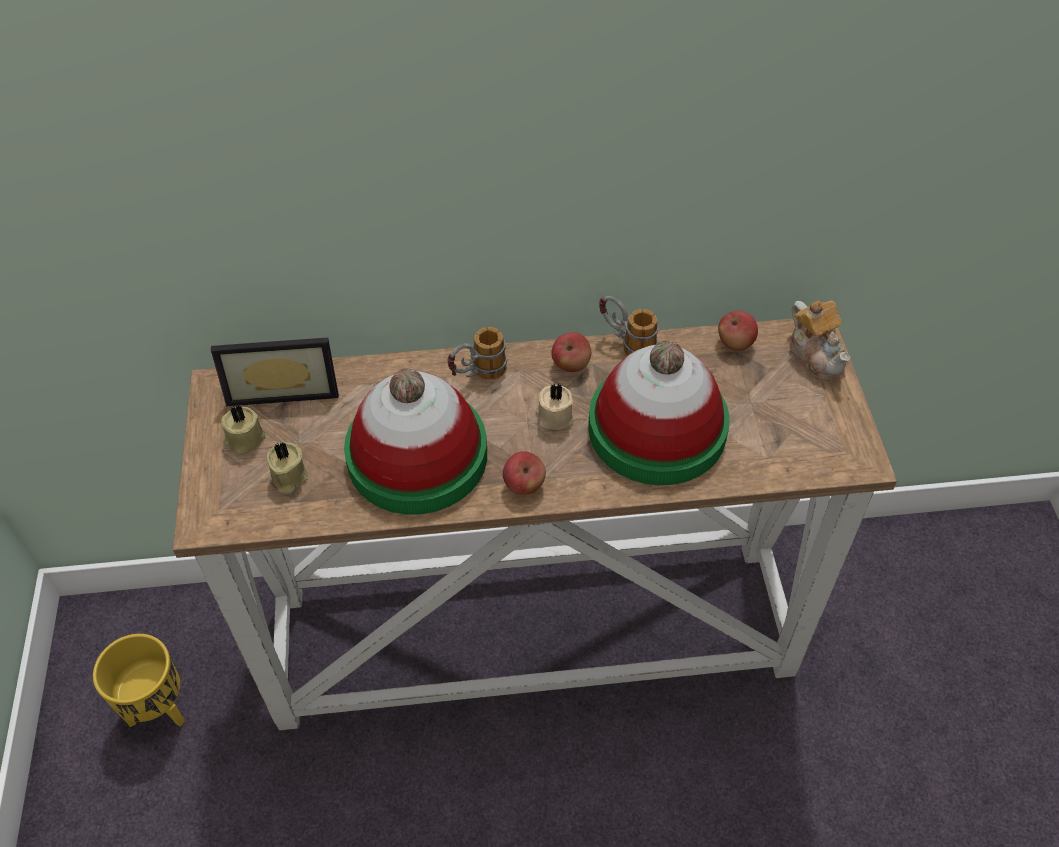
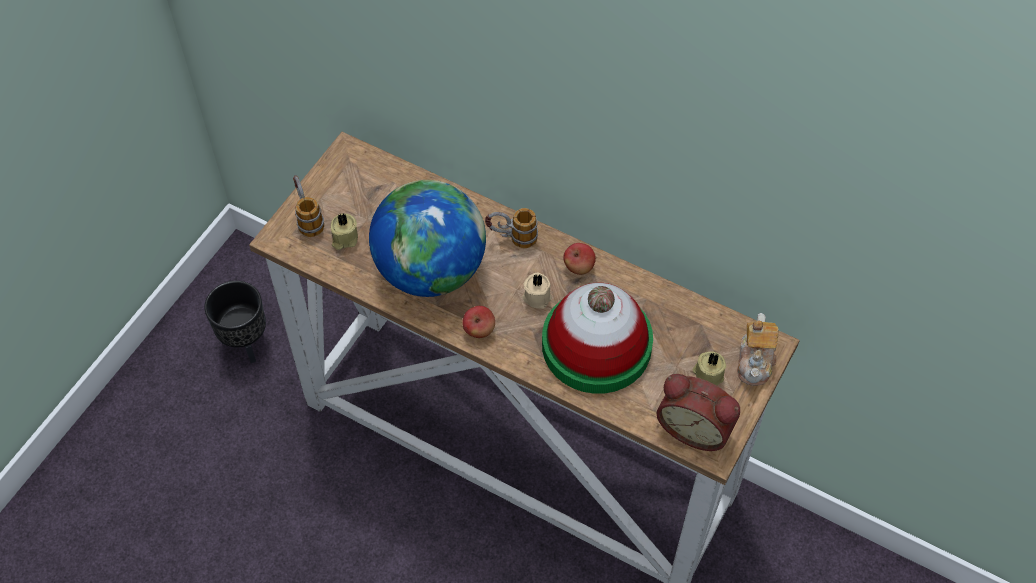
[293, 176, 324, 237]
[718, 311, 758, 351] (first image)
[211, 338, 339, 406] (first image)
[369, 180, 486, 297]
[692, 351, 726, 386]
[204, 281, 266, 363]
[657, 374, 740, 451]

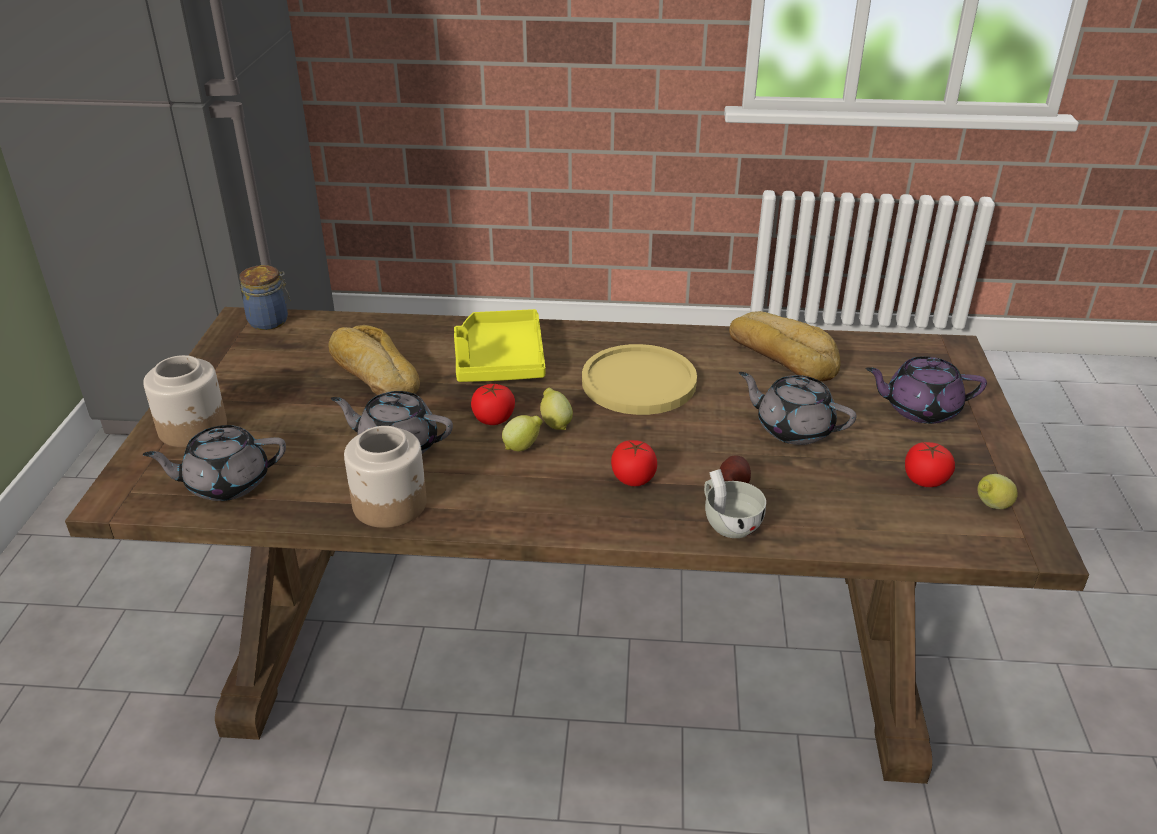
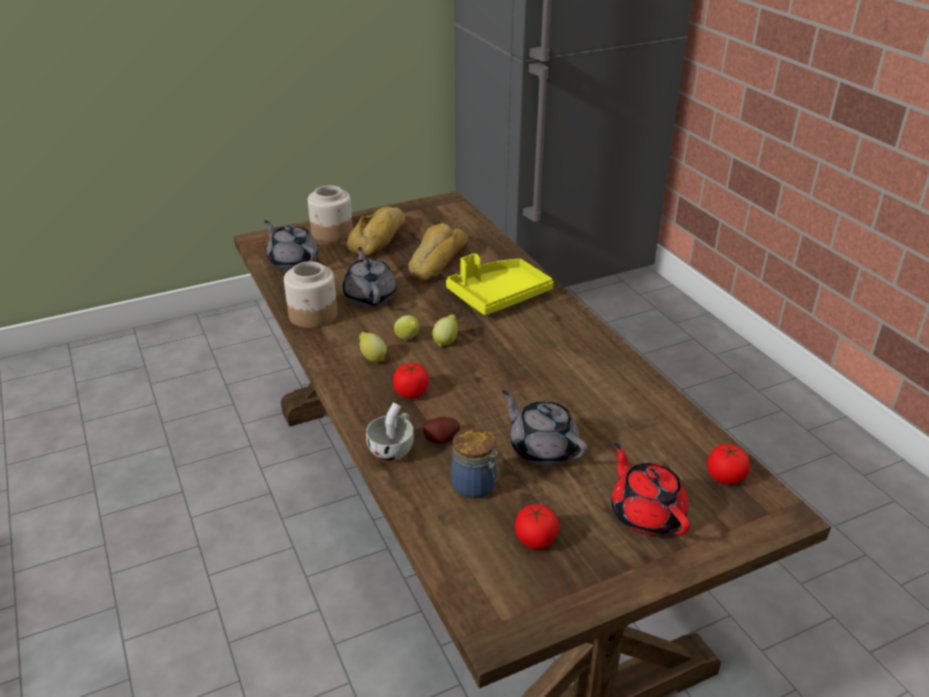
[451, 427, 499, 499]
[347, 207, 405, 257]
[582, 344, 697, 415] (first image)
[611, 443, 690, 535]
[502, 390, 588, 465]
[707, 444, 750, 485]
[359, 332, 387, 362]

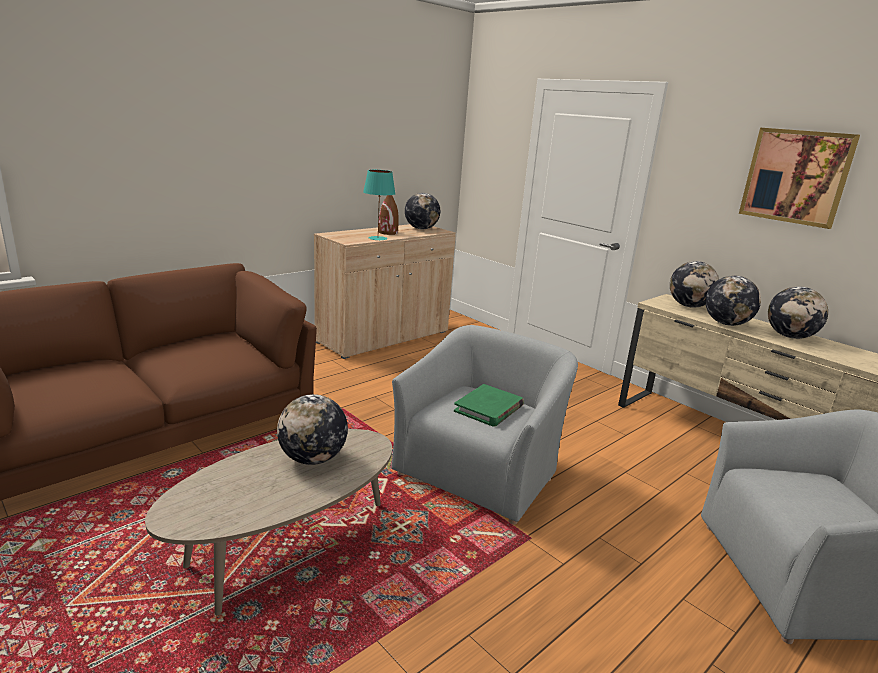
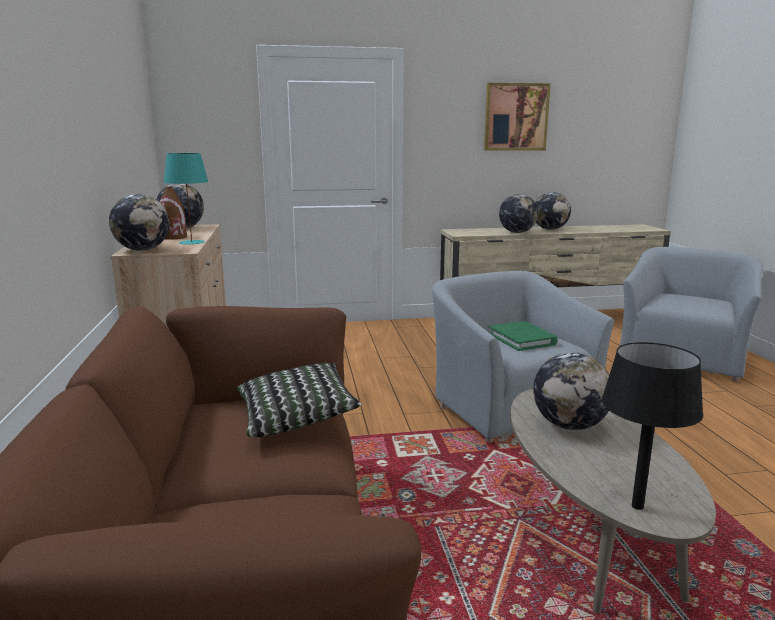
[109, 194, 169, 251]
[602, 342, 704, 510]
[237, 363, 361, 437]

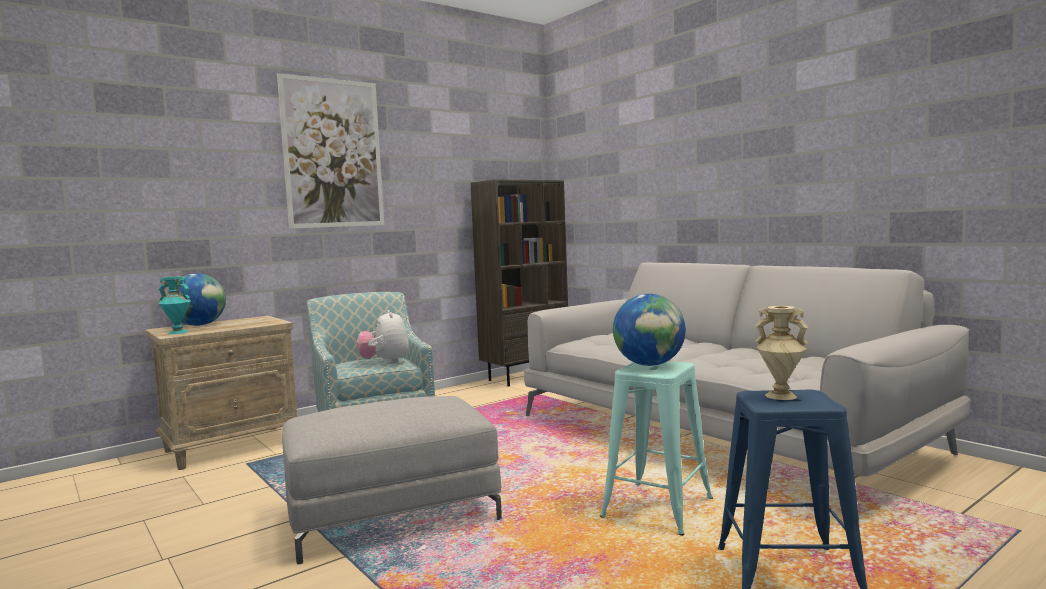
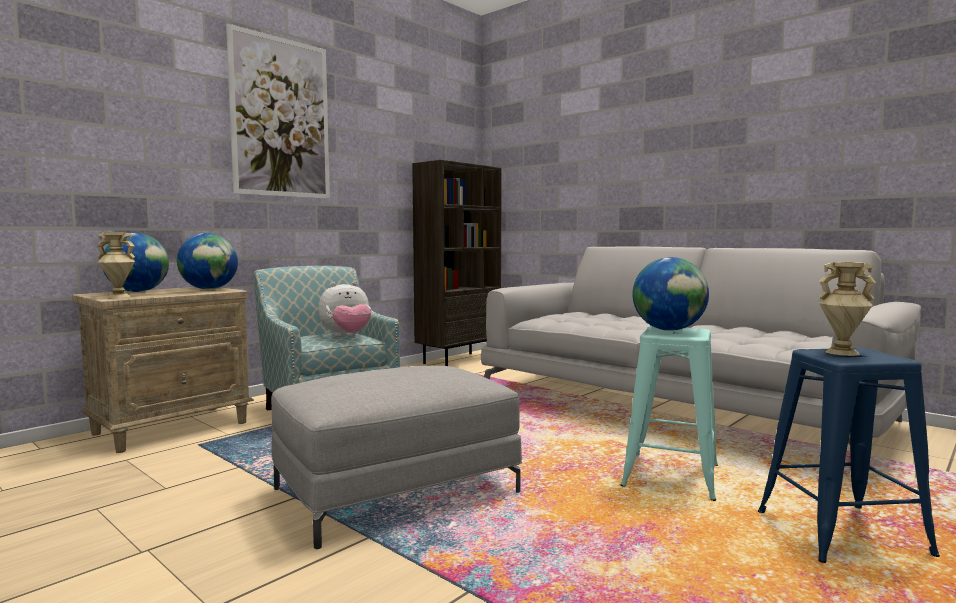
[97, 232, 135, 298]
[318, 282, 371, 337]
[177, 233, 238, 289]

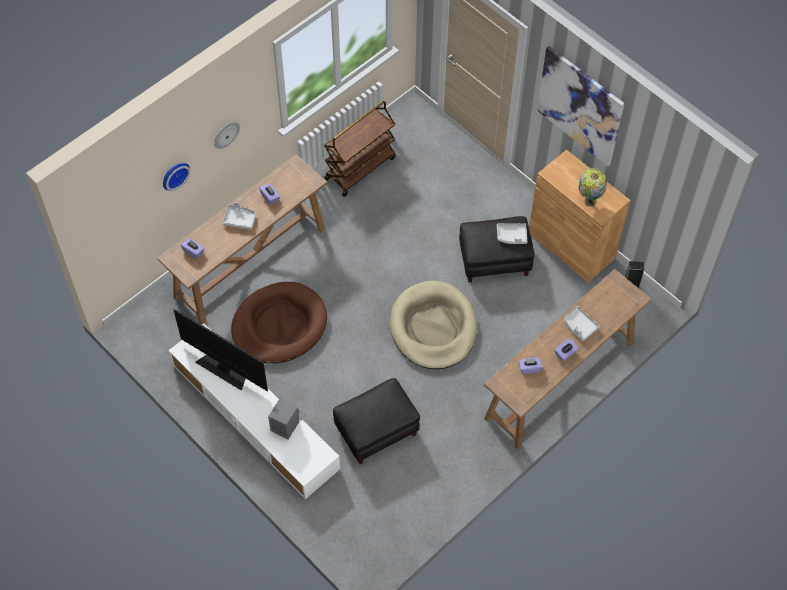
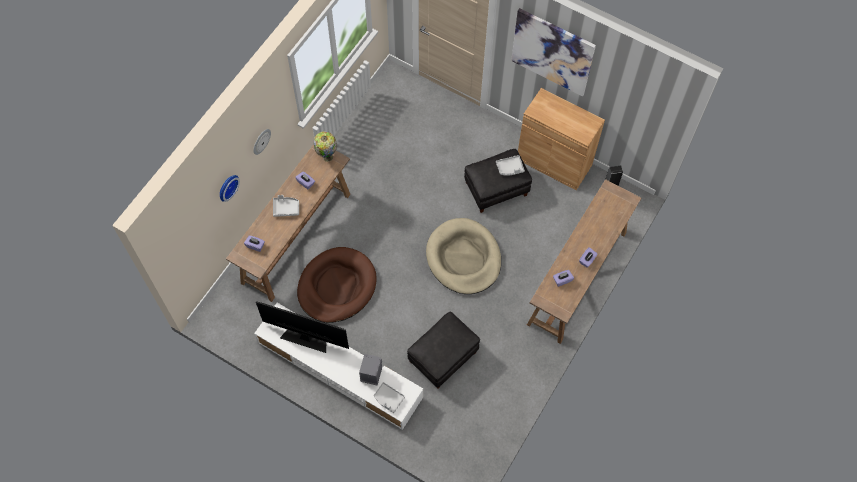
[324, 101, 396, 197] (first image)
[314, 131, 337, 162]
[374, 382, 405, 413]

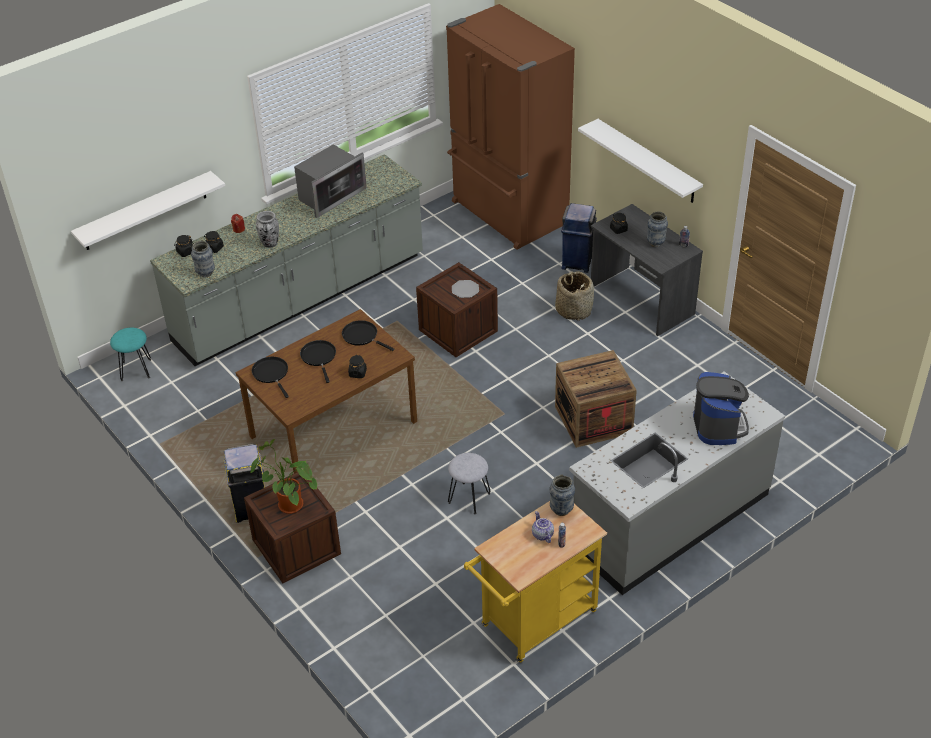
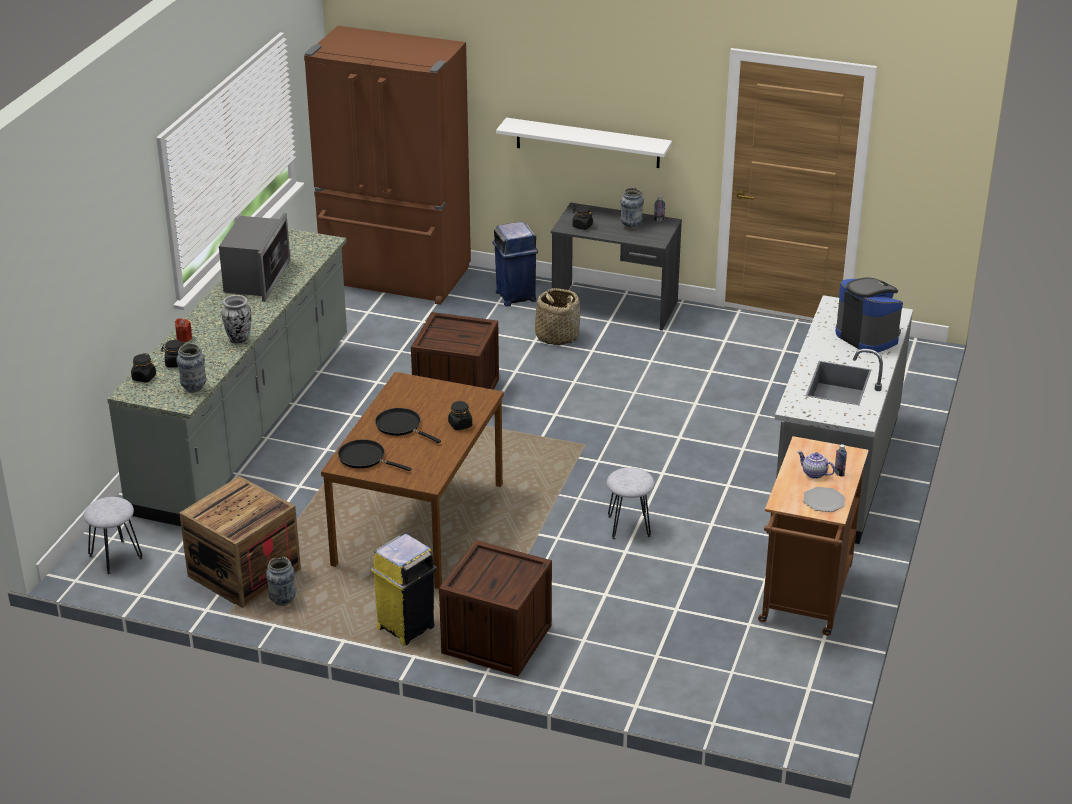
[71, 171, 225, 250] (first image)
[804, 487, 845, 512]
[342, 320, 394, 351] (first image)
[84, 497, 143, 574]
[179, 476, 301, 608]
[250, 439, 317, 514] (first image)
[266, 557, 296, 606]
[758, 436, 869, 636]

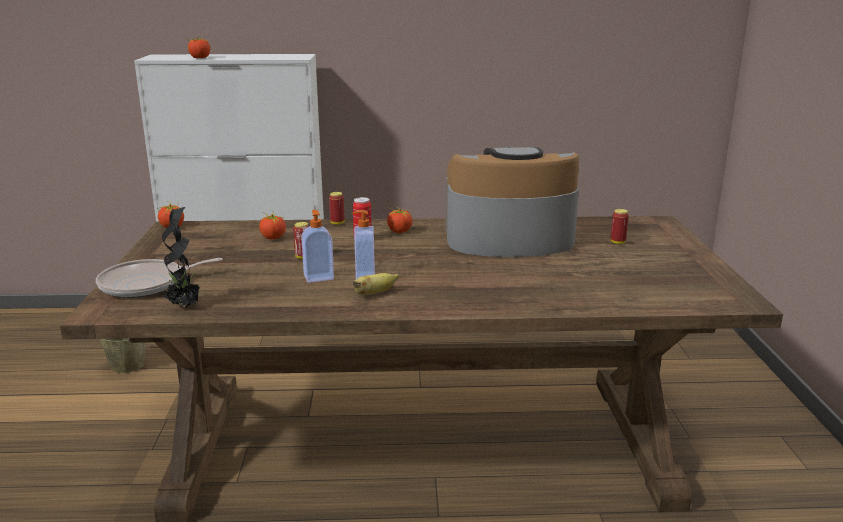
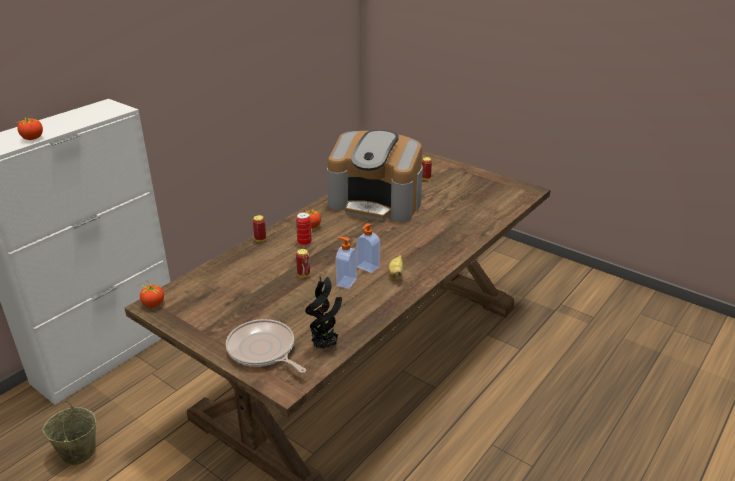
[327, 130, 423, 222]
[259, 212, 286, 239] (first image)
[226, 319, 306, 373]

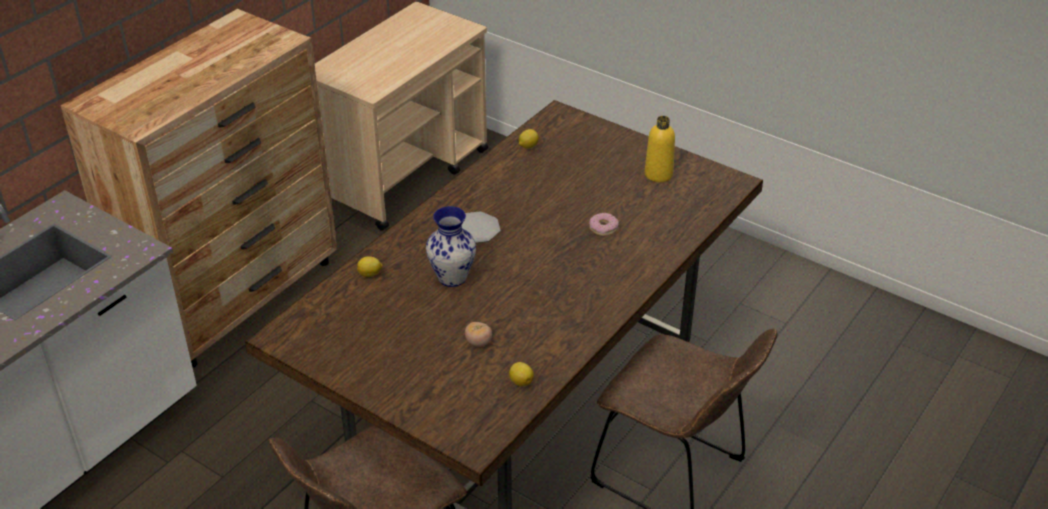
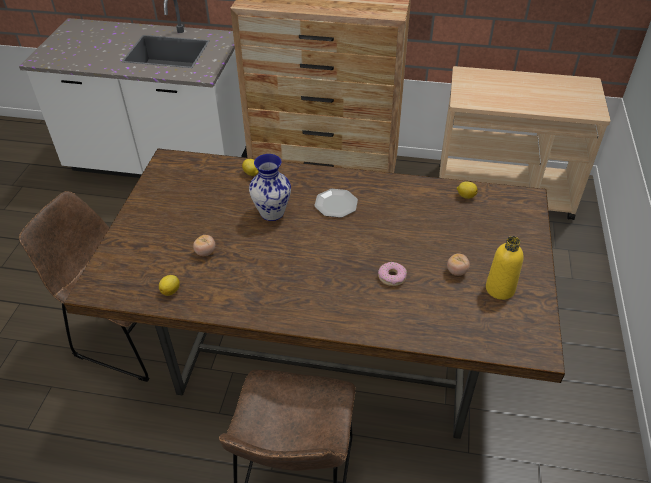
[447, 253, 470, 276]

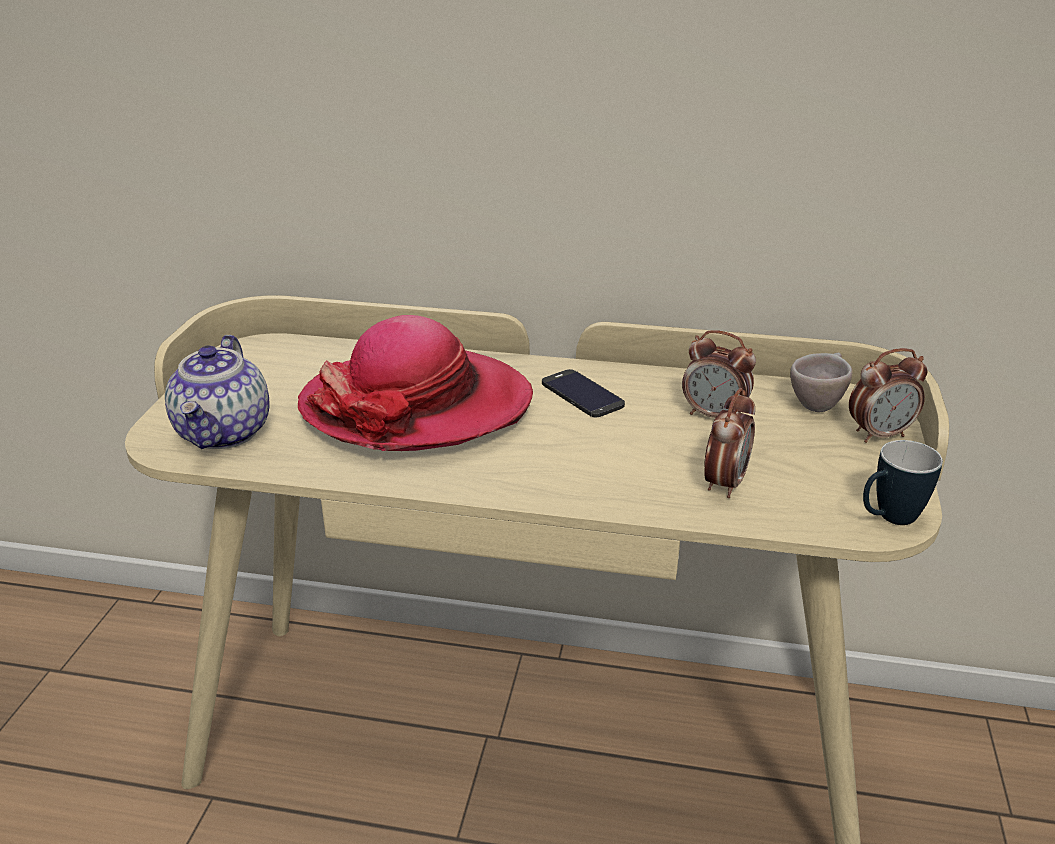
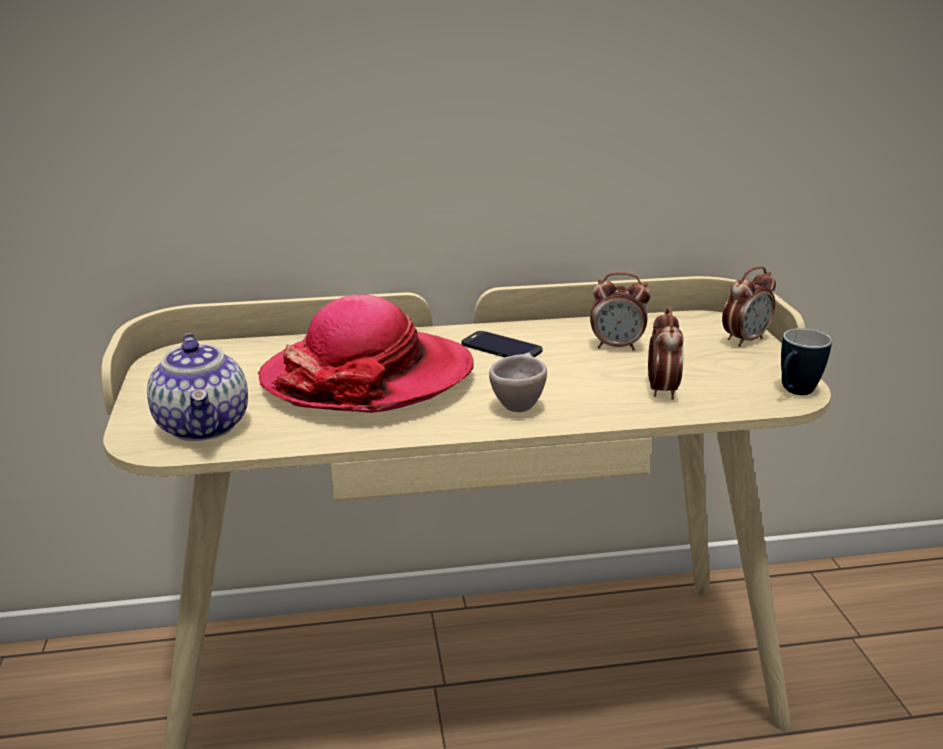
[489, 353, 547, 412]

